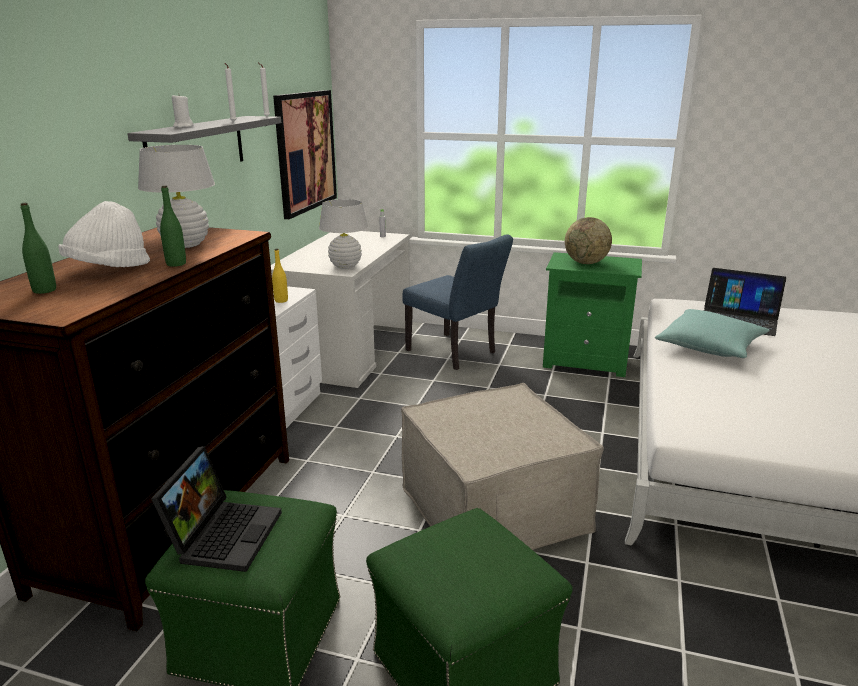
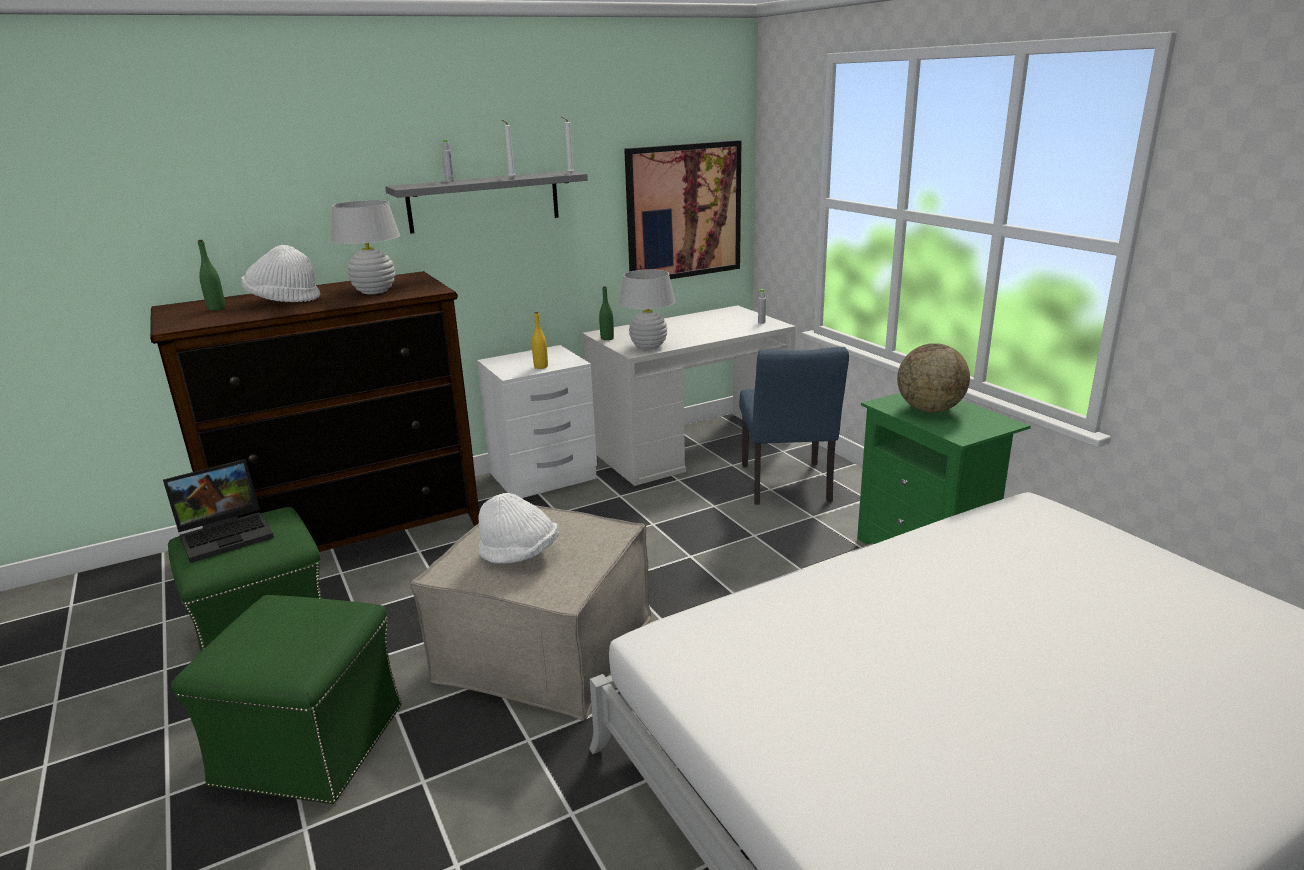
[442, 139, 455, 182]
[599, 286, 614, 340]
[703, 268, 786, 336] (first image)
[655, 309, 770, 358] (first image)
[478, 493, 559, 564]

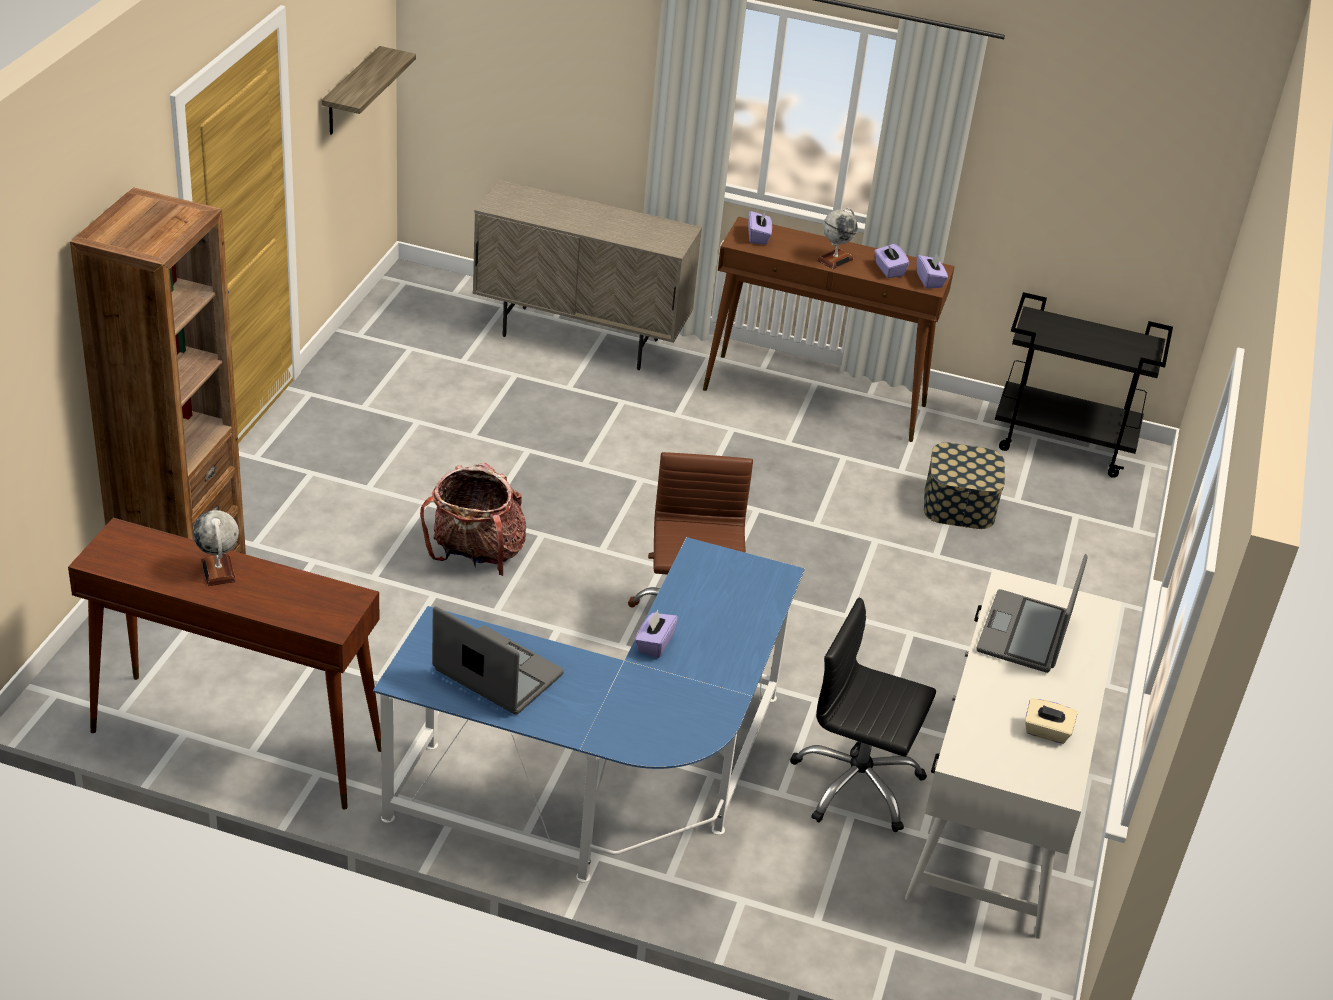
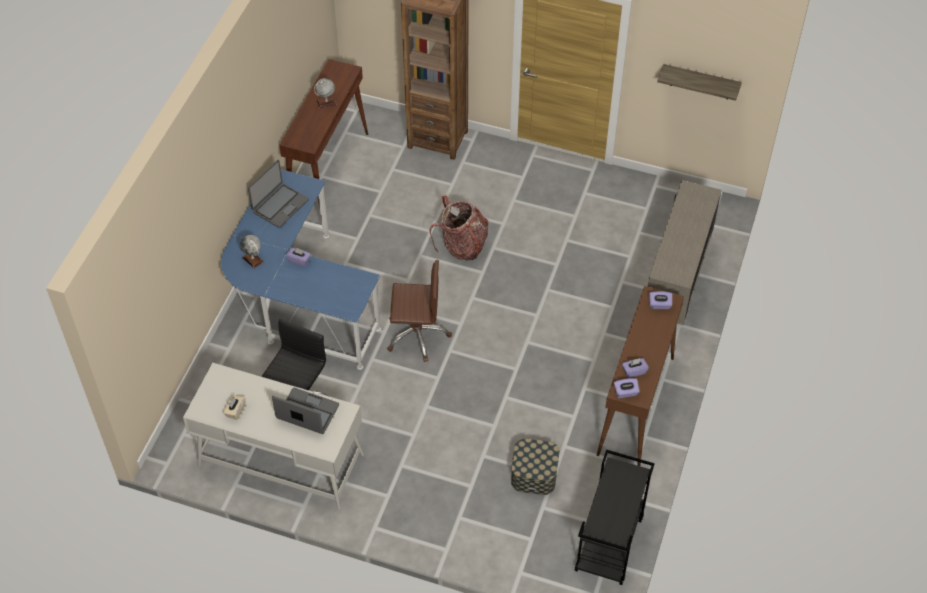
[240, 235, 264, 268]

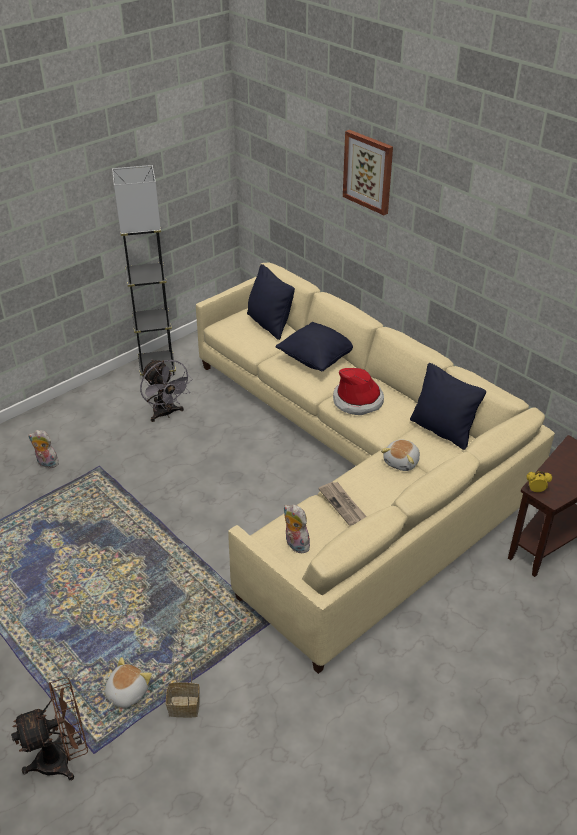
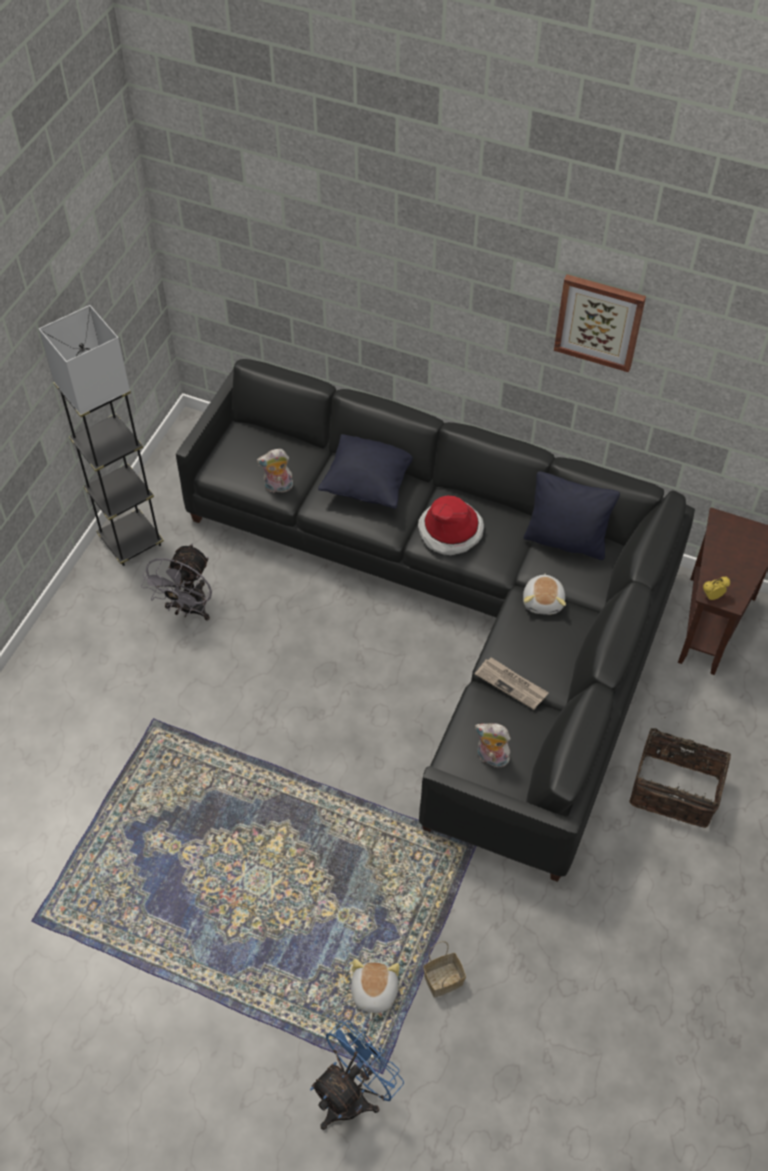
[554, 274, 646, 372]
[176, 359, 695, 882]
[247, 264, 295, 340] (first image)
[141, 543, 212, 620]
[257, 449, 294, 493]
[310, 1020, 404, 1130]
[629, 717, 731, 828]

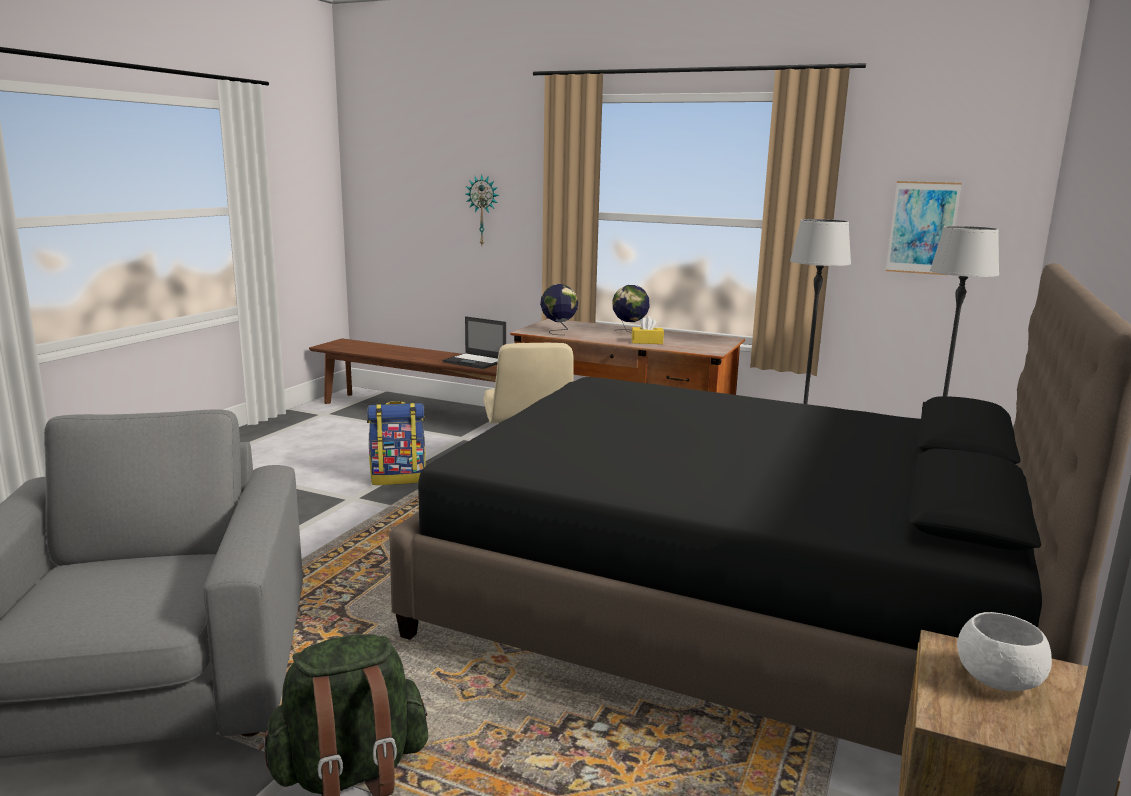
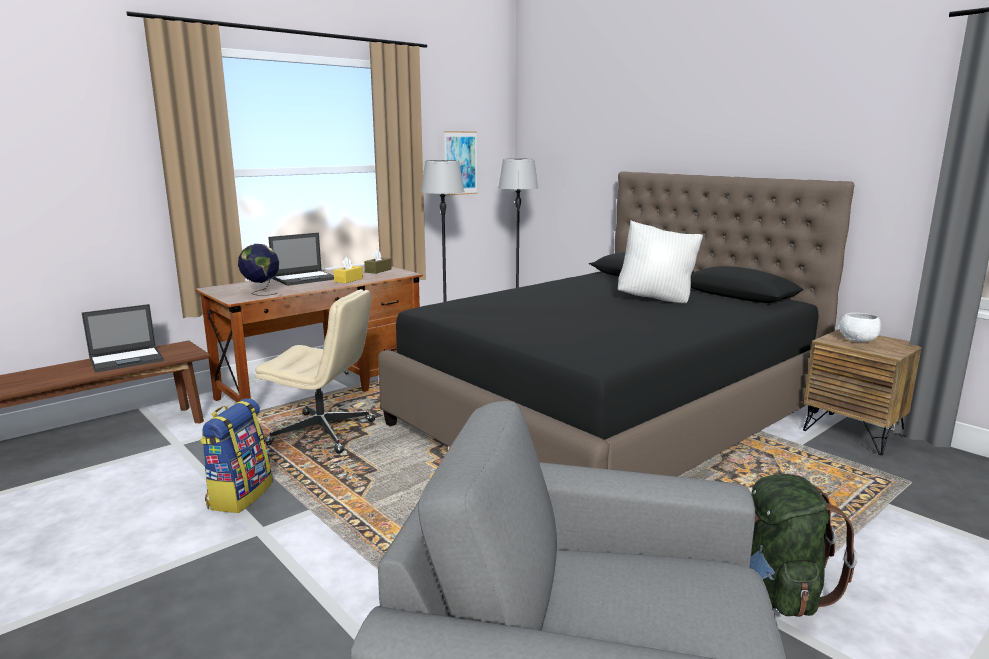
[466, 175, 499, 245] (first image)
[268, 233, 334, 286]
[618, 220, 703, 303]
[364, 249, 392, 274]

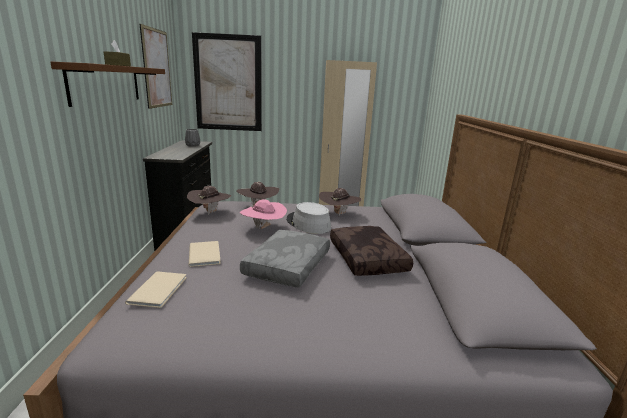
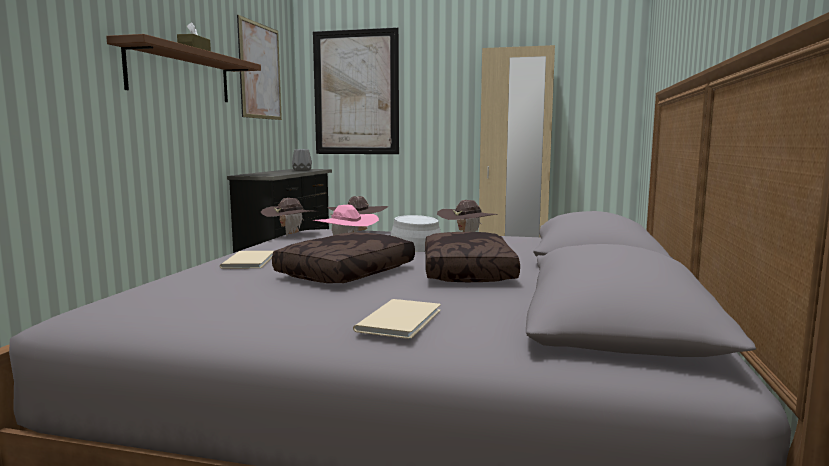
[272, 232, 415, 283]
[353, 299, 441, 339]

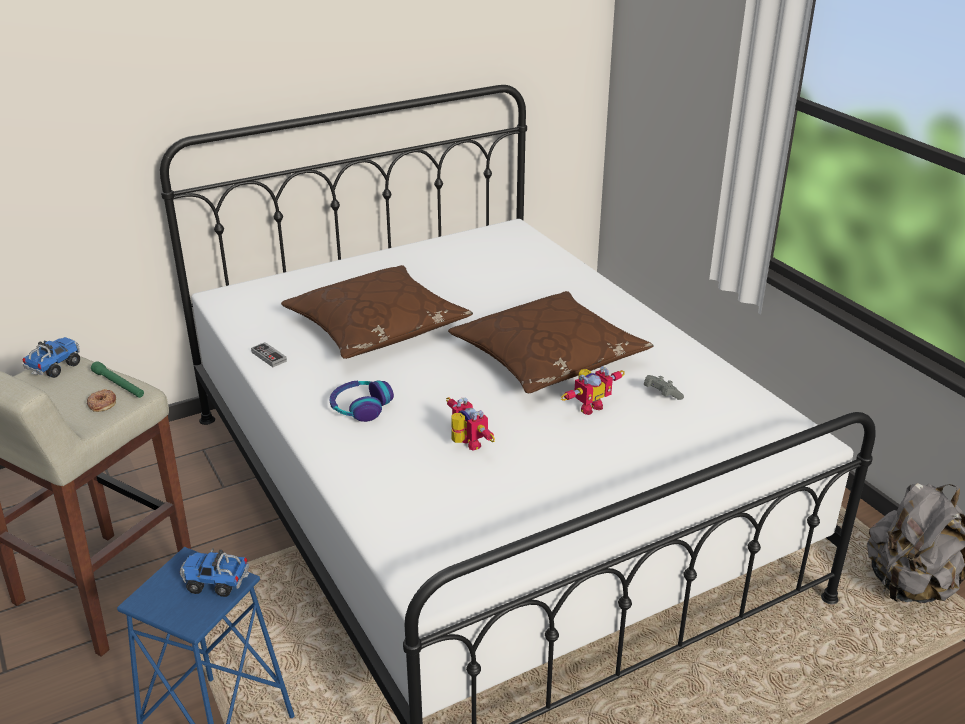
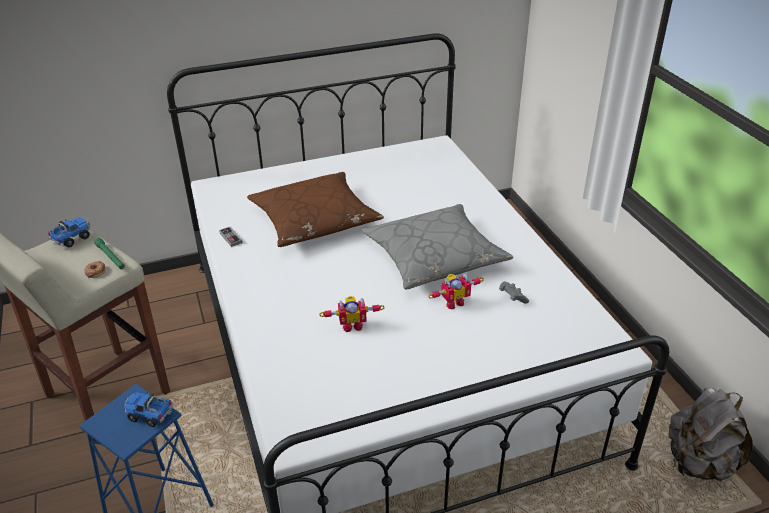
[362, 204, 514, 290]
[330, 380, 394, 422] (first image)
[319, 296, 385, 332]

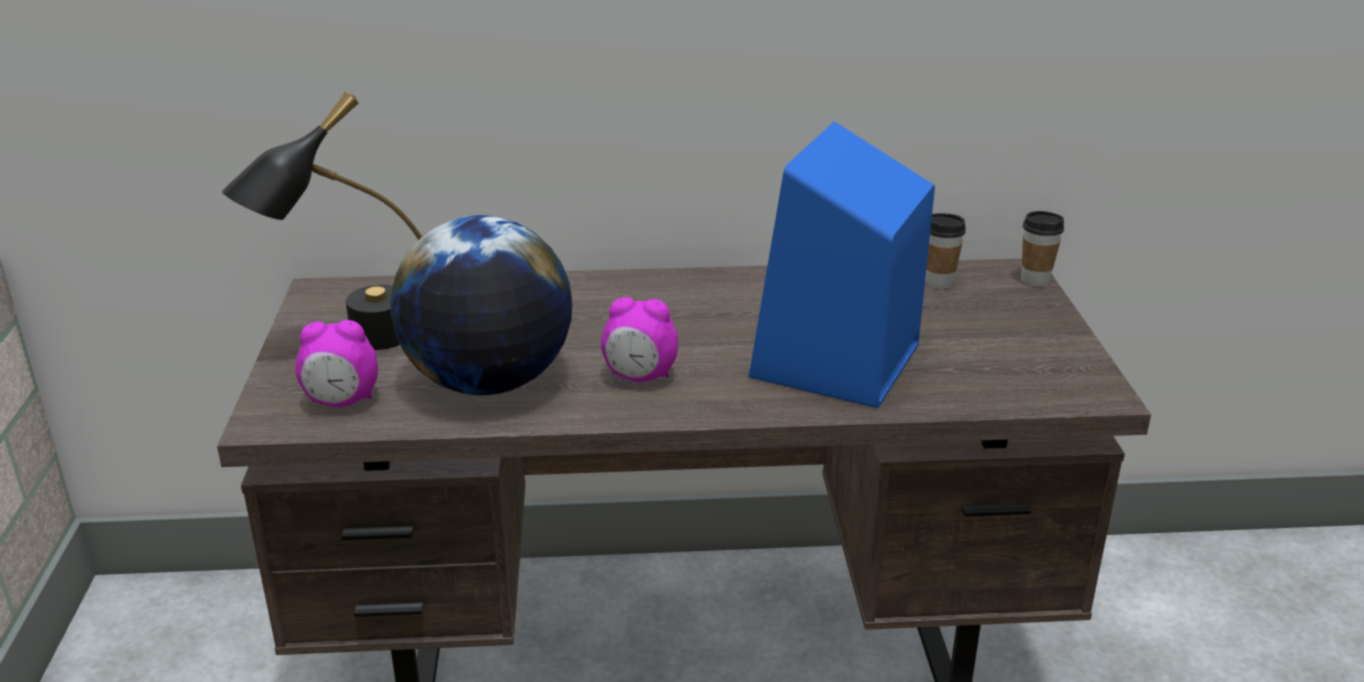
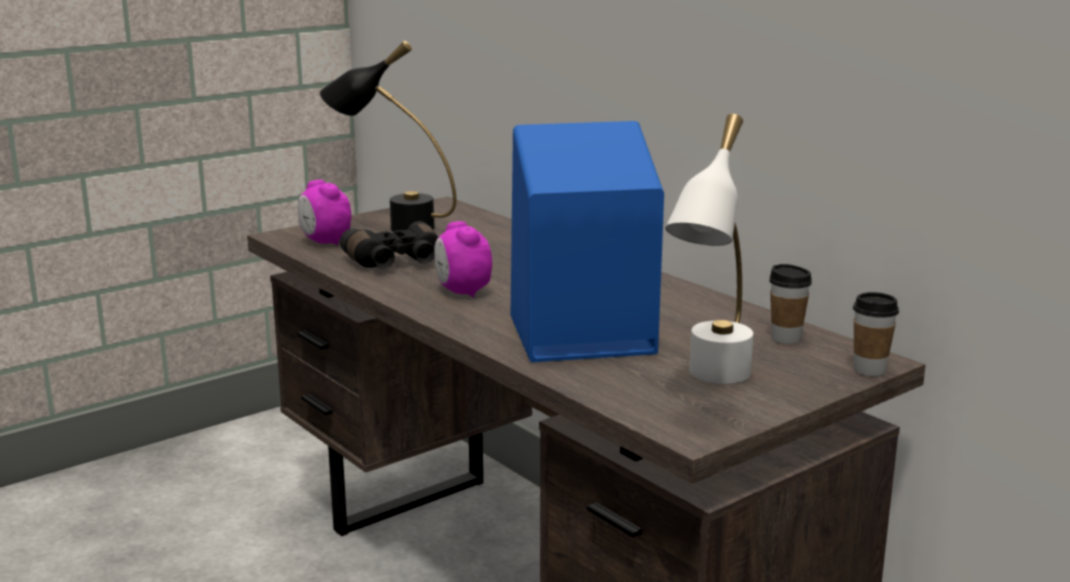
[340, 221, 438, 269]
[665, 114, 753, 384]

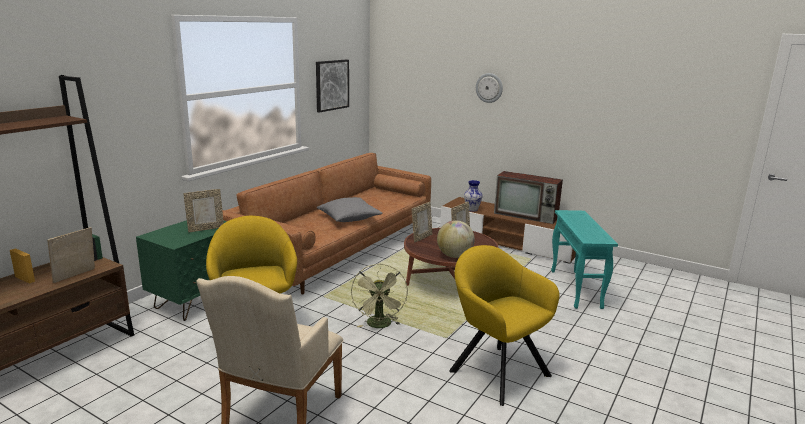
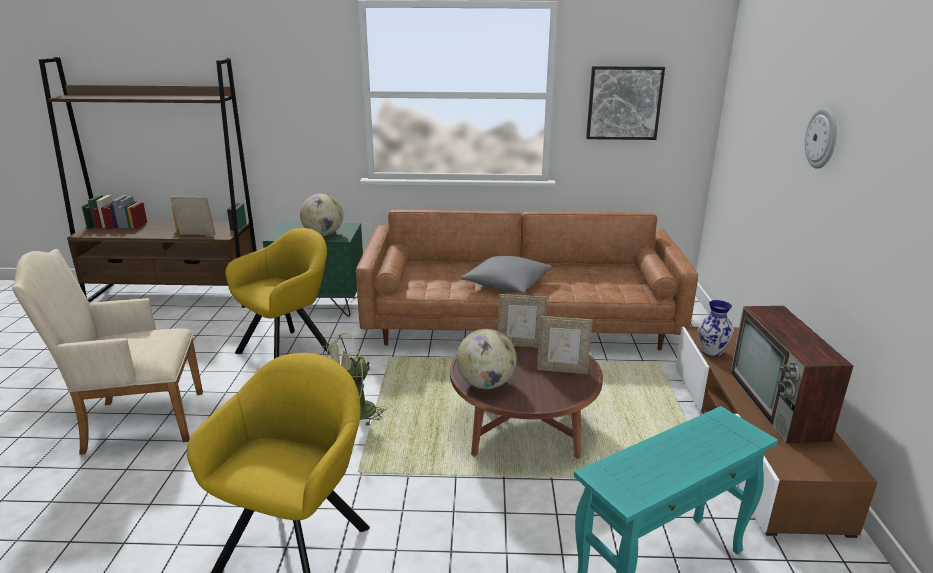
[300, 193, 343, 236]

